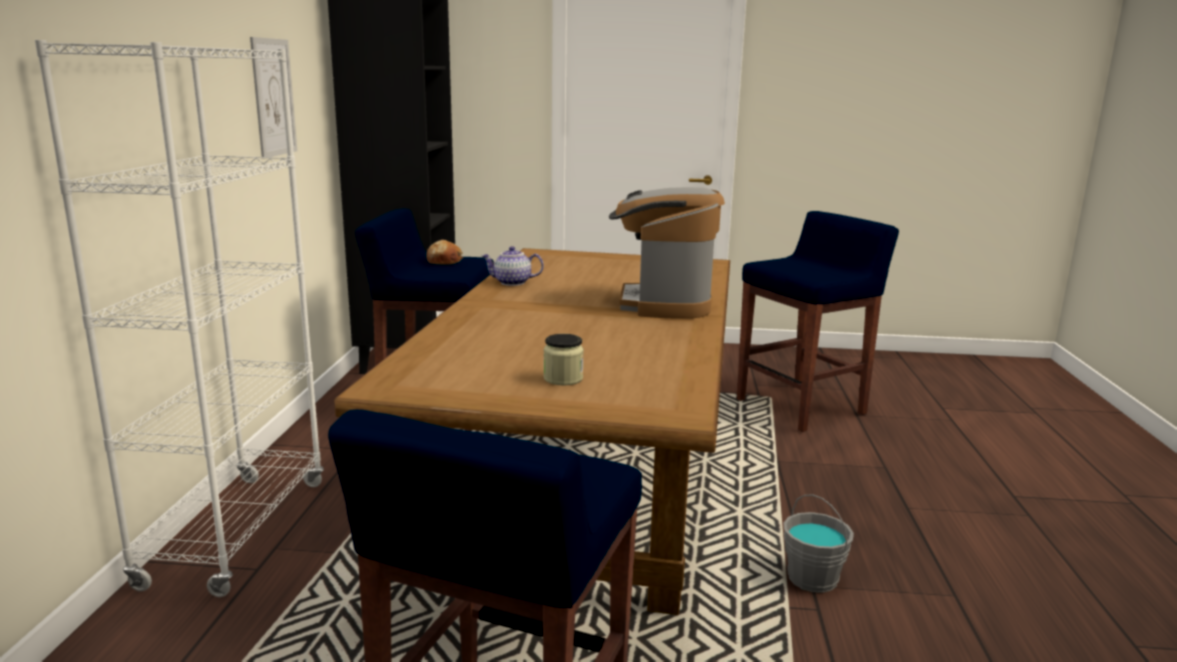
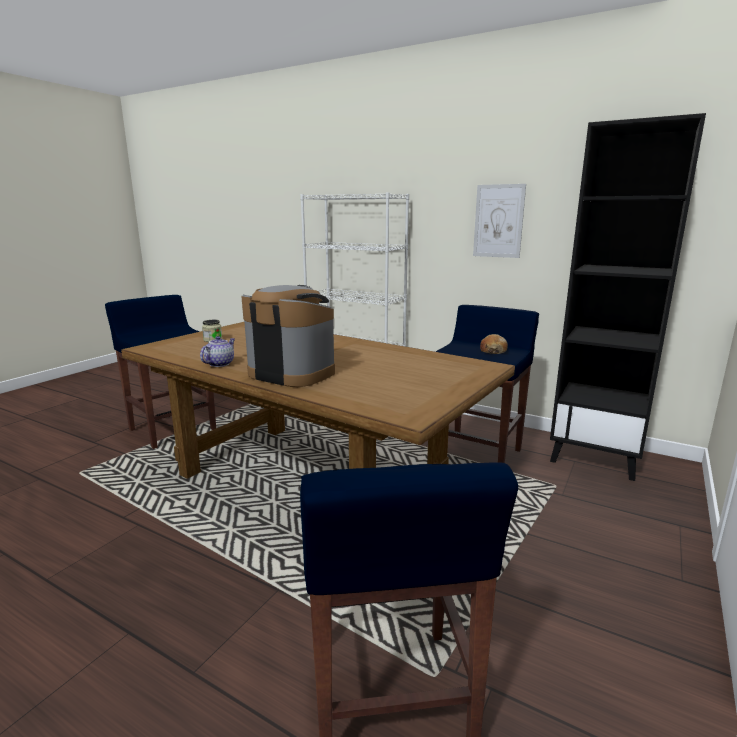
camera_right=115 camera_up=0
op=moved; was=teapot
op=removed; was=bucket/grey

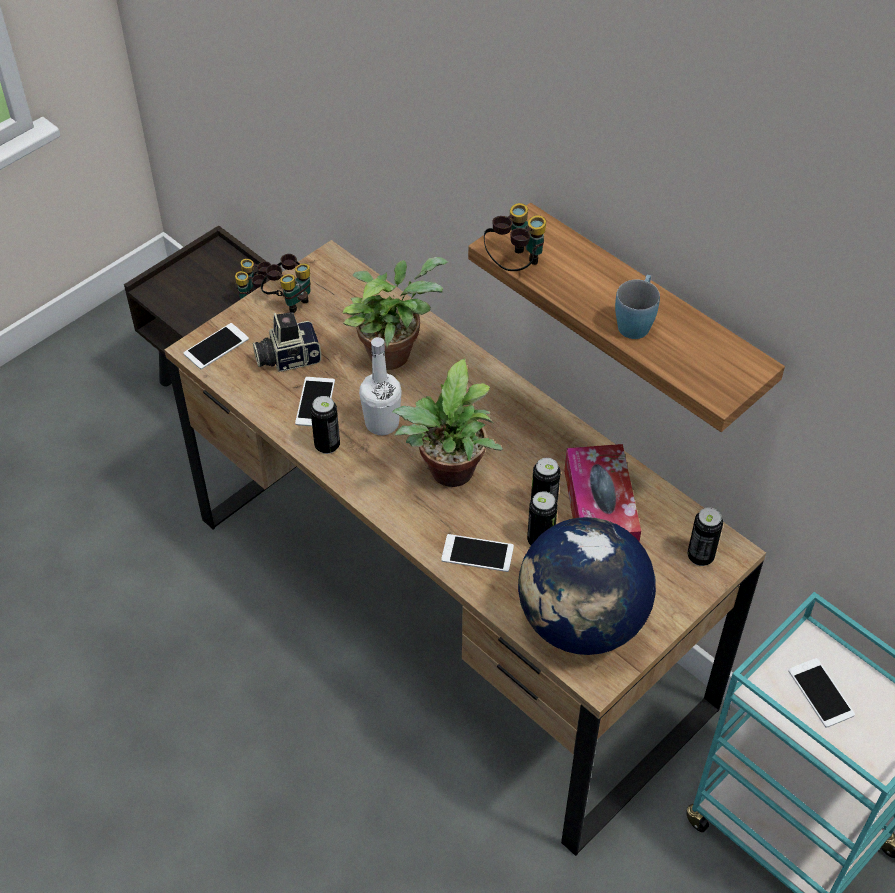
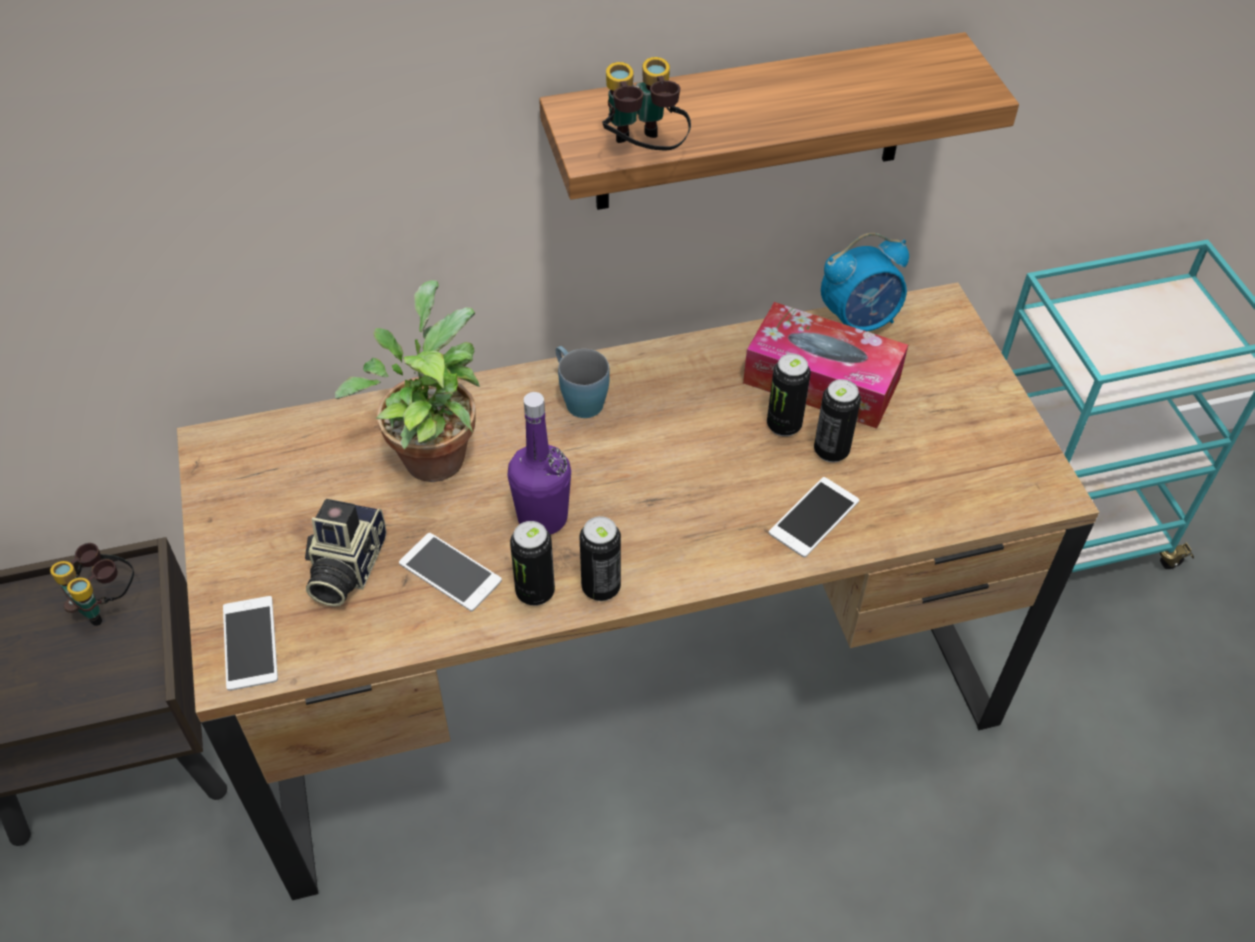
camera_right=-60 camera_up=0
op=recoloured; was=bottle/white; now=bottle/purple
op=moved; was=mug/blue
op=moved; was=can (4th from left in the first image); now=can (2nd from left)
op=added; now=alarm clock
op=removed; was=binoculars (2nd from left)
op=removed; was=potted plant (2nd from left)
op=removed; was=globe
op=removed; was=phone (4th from left)

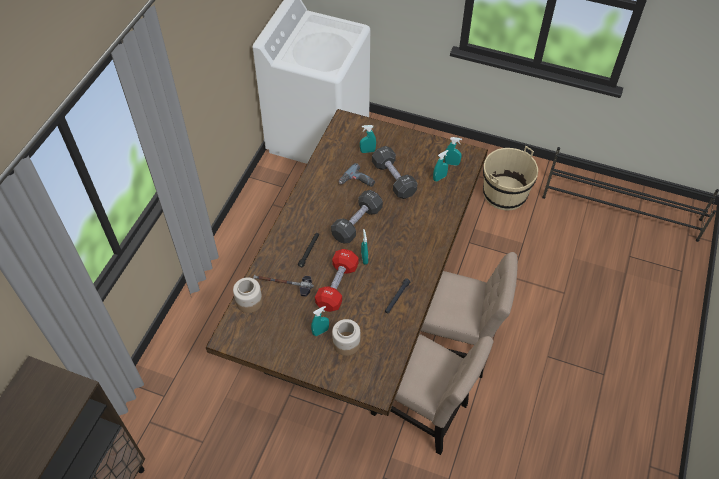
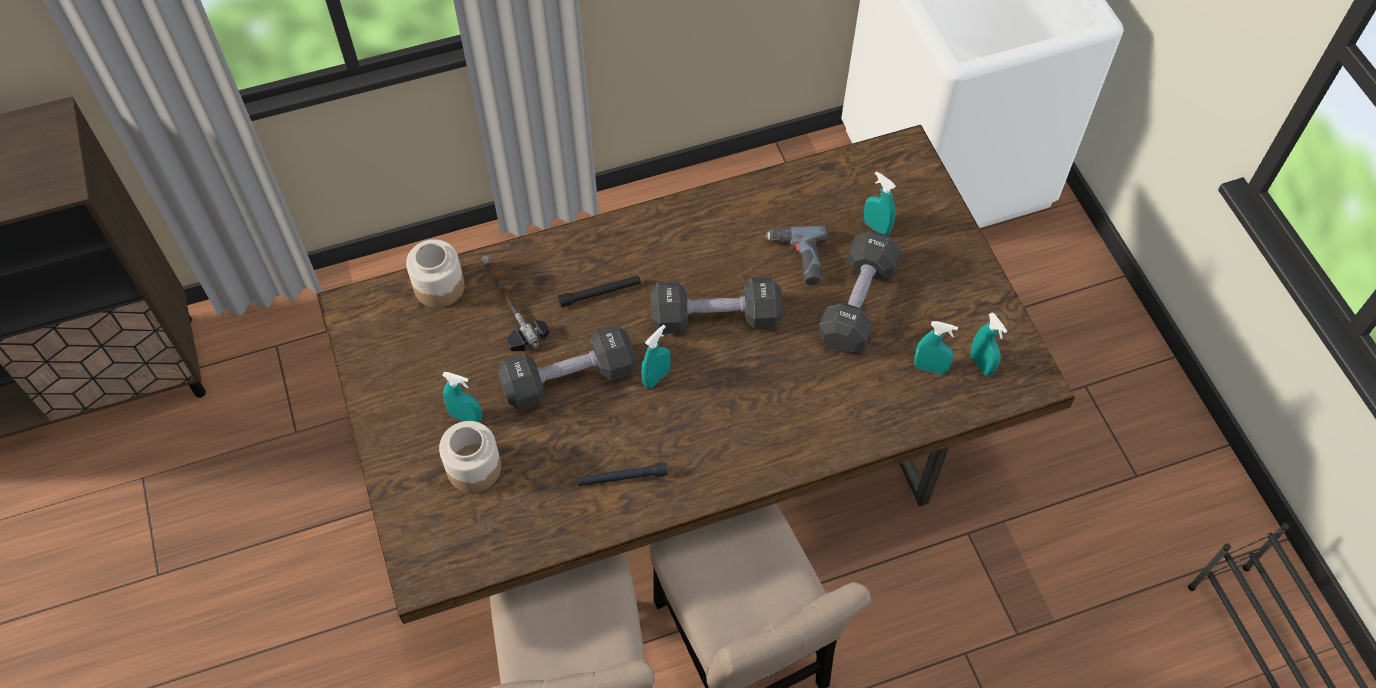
camera_right=50 camera_up=5
op=recoloured; was=dumbbell/red; now=dumbbell/black (1st from left)
op=removed; was=bucket/beige

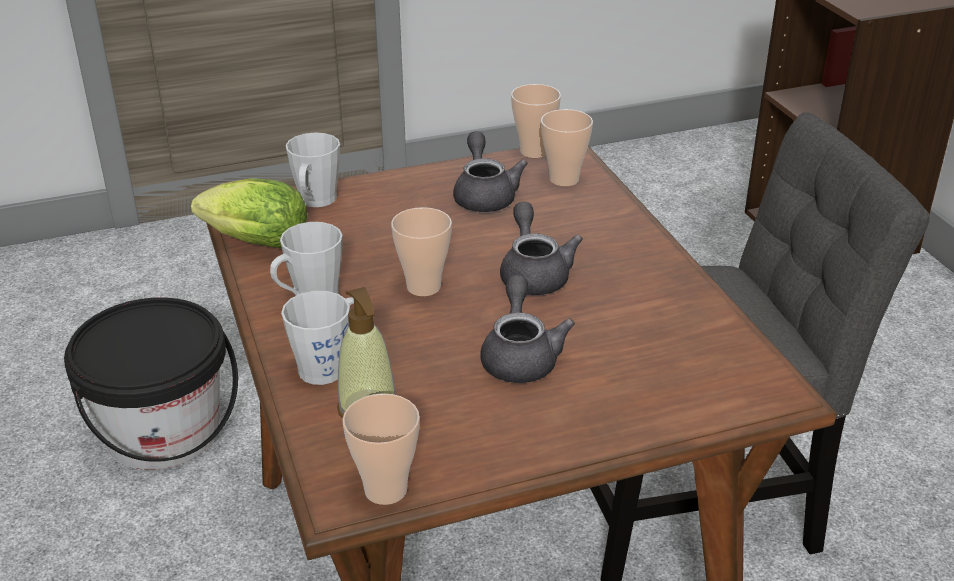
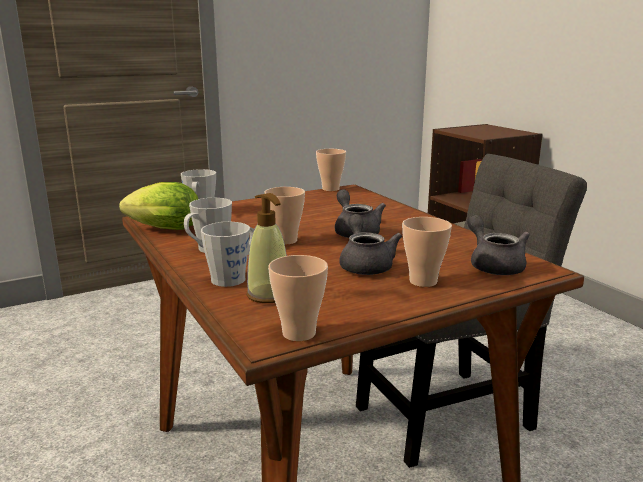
camera_right=-10 camera_up=-15
op=moved; was=cup (4th from left)
op=moved; was=teapot/grey (1st from left in the first image); now=teapot/grey (3rd from left)
op=removed; was=bucket/black

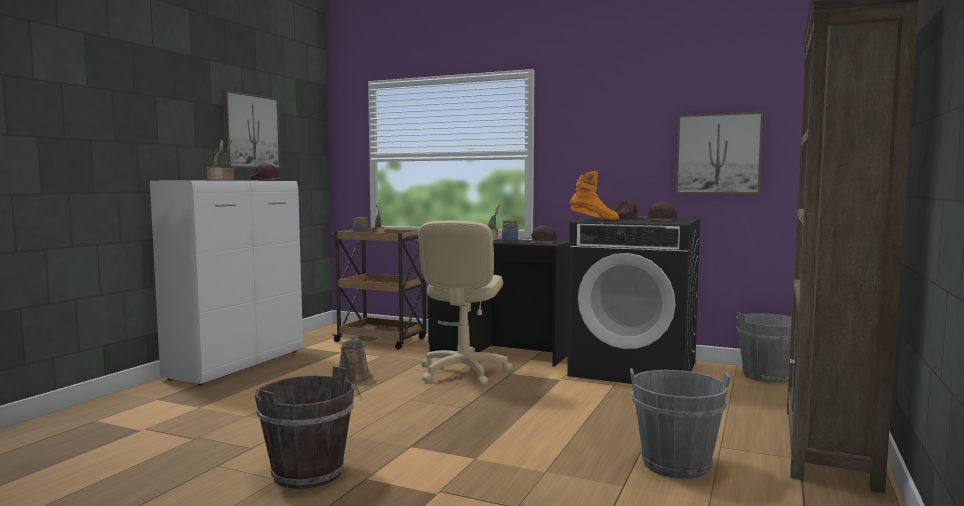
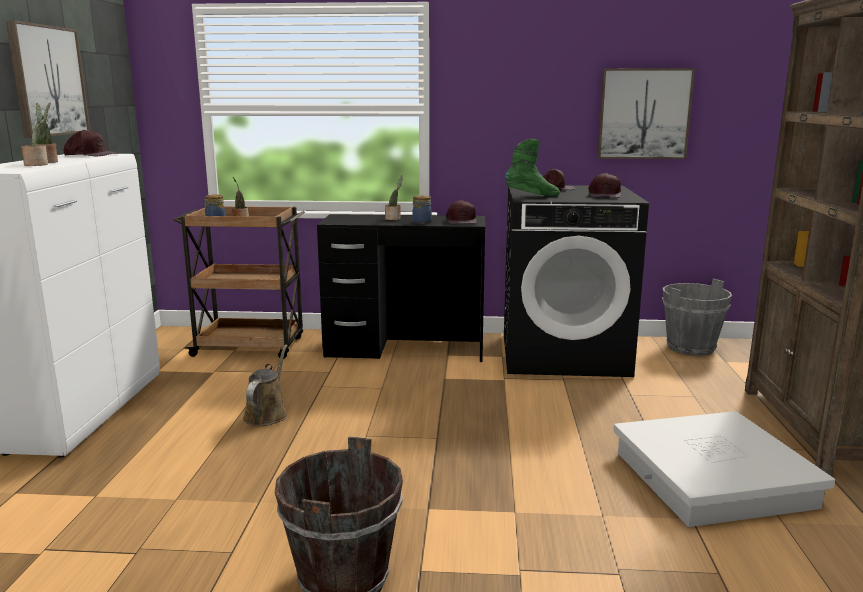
camera_right=-20 camera_up=10
op=turned; was=watering can/brown; clockwise=-150
op=recoloured; was=boot/orange; now=boot/green
op=replaced; was=bucket/grey (1st from left); now=storage box/white
op=removed; was=office chair/beige

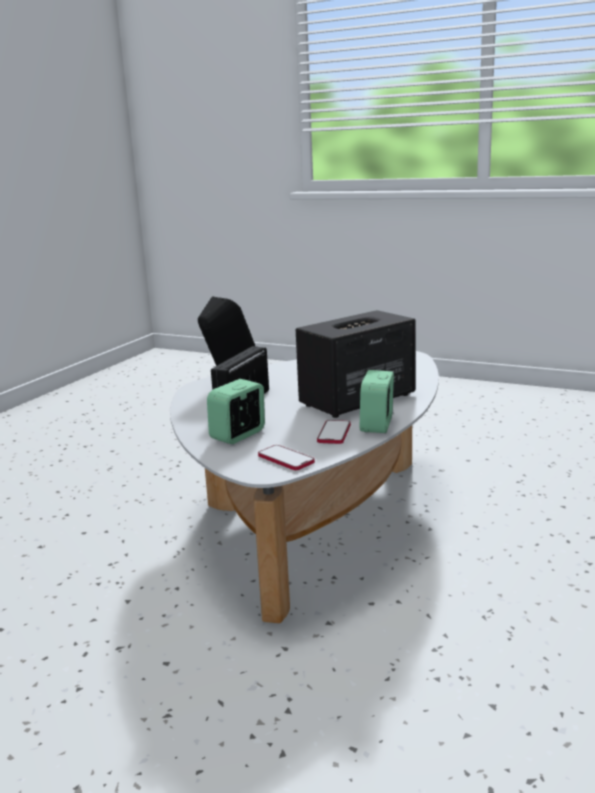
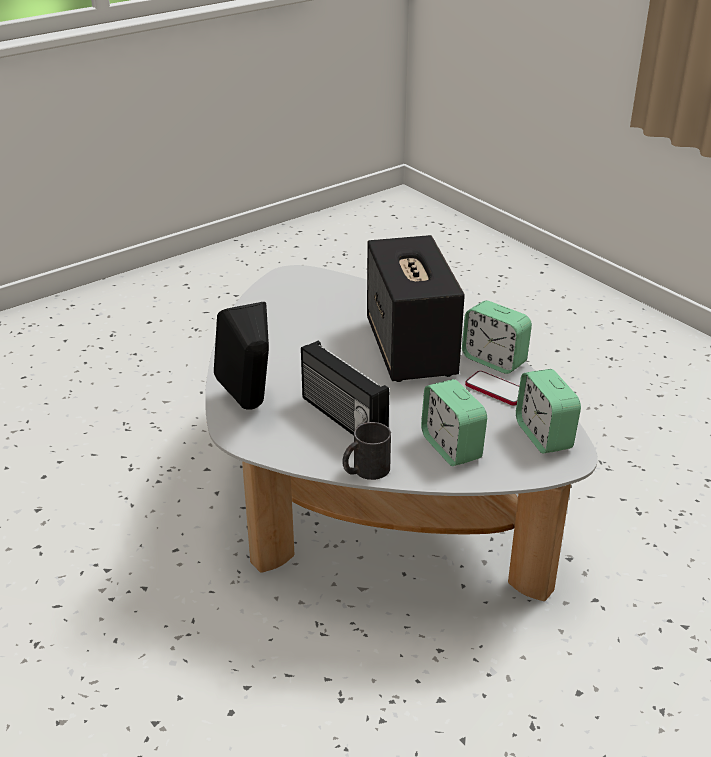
camera_right=-65 camera_up=15
op=added; now=mug/black
op=replaced; was=phone (1st from left); now=alarm clock (3rd from left)

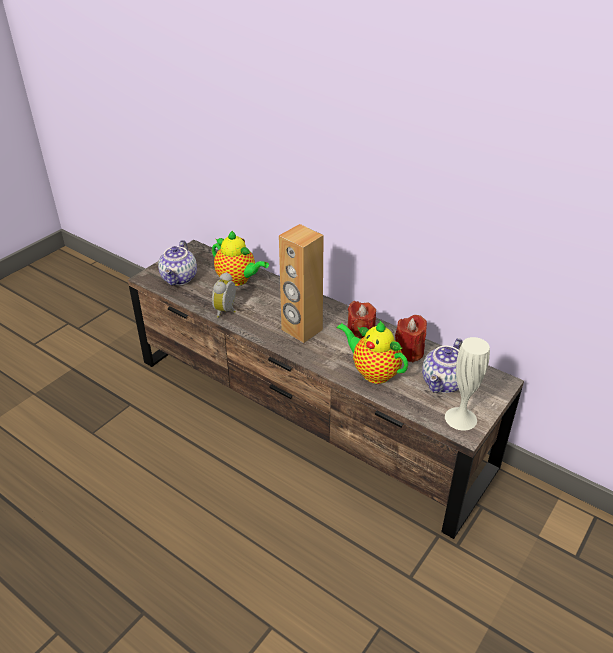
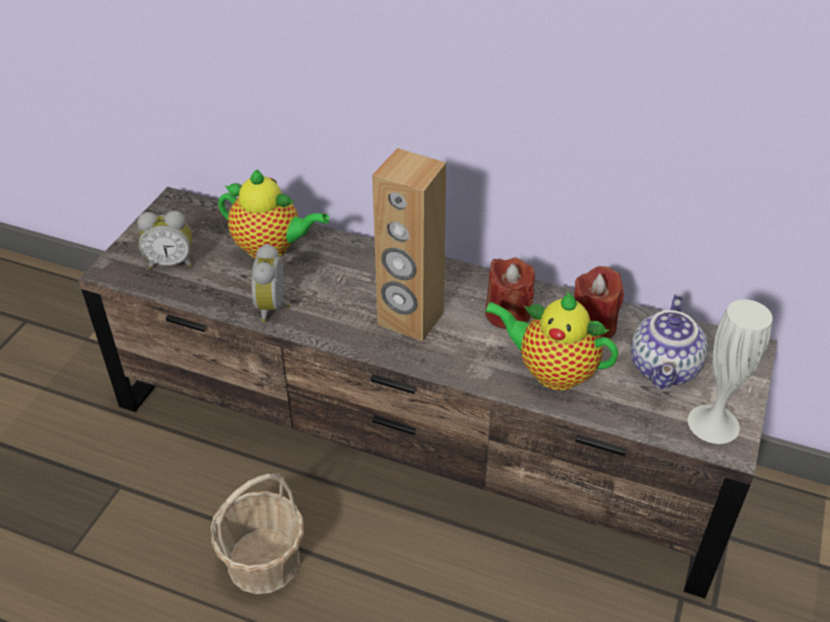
camera_right=-15 camera_up=5
op=replaced; was=teapot (1st from left); now=alarm clock (1st from left)
op=added; now=basket

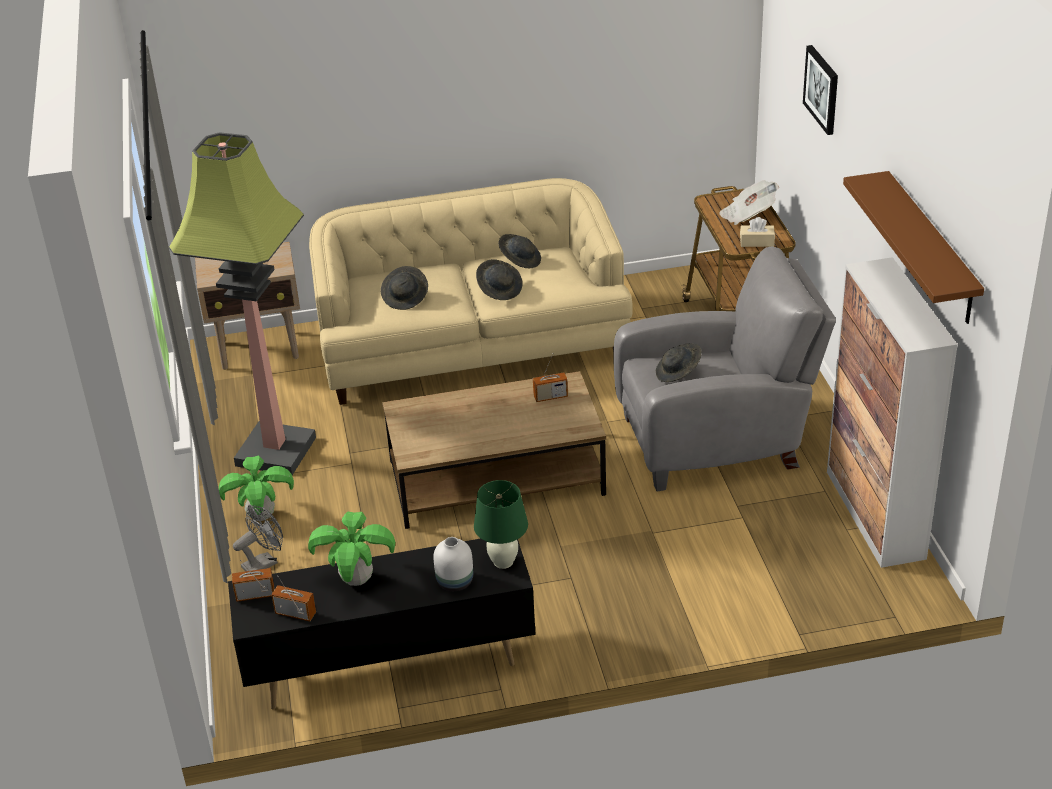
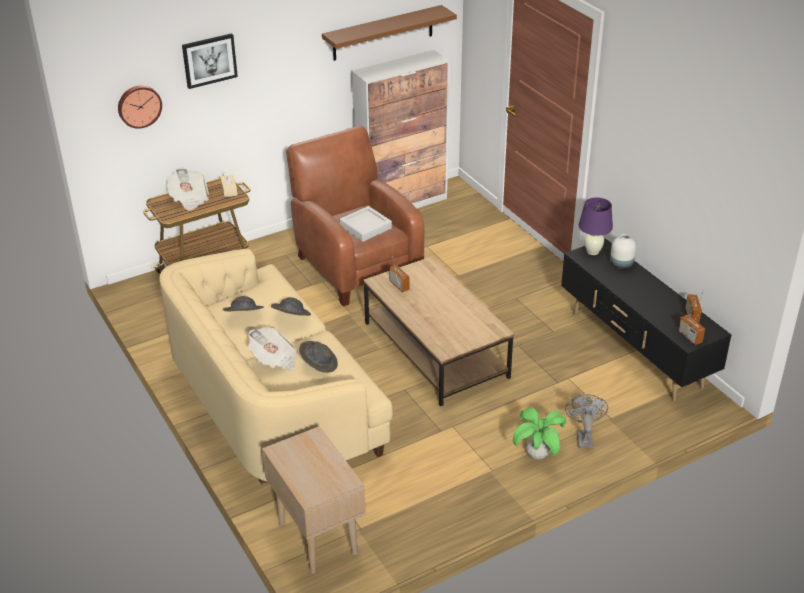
camera_right=-110 camera_up=0
op=added; now=wall clock
op=added; now=newspaper (2nd from left)
op=recoloured; was=armchair/grey; now=armchair/brown
op=replaced; was=hat/grey (4th from left); now=tray/grey
op=turned; was=fan/grey; clockwise=60
op=recoloured; was=table lamp/green; now=table lamp/purple
op=removed; was=floor lamp
op=removed; was=potted plant (2nd from left)

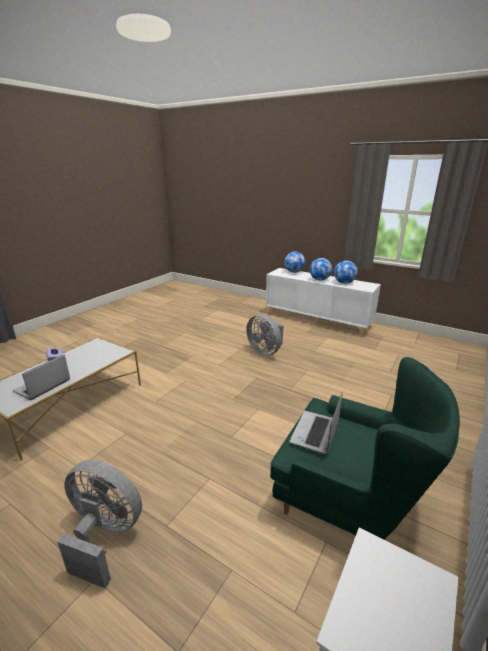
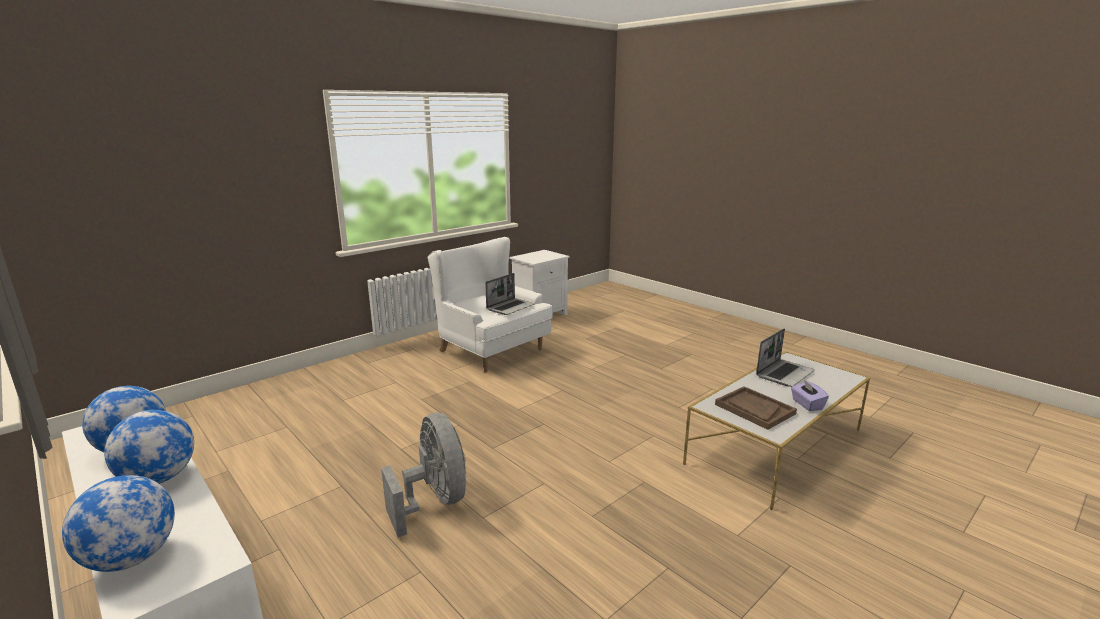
camera_right=-165 camera_up=-5
op=recoloured; was=armchair/green; now=armchair/white
op=added; now=tray/brown
op=removed; was=fan/grey (1st from left)

